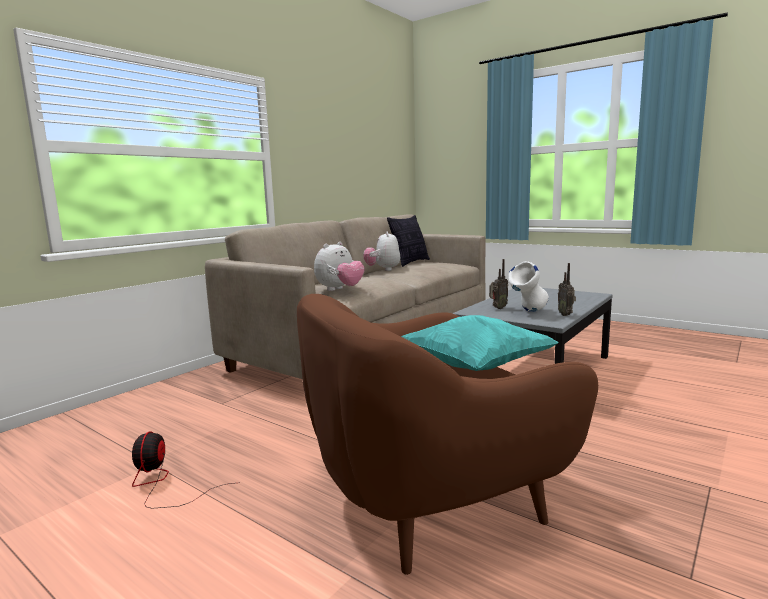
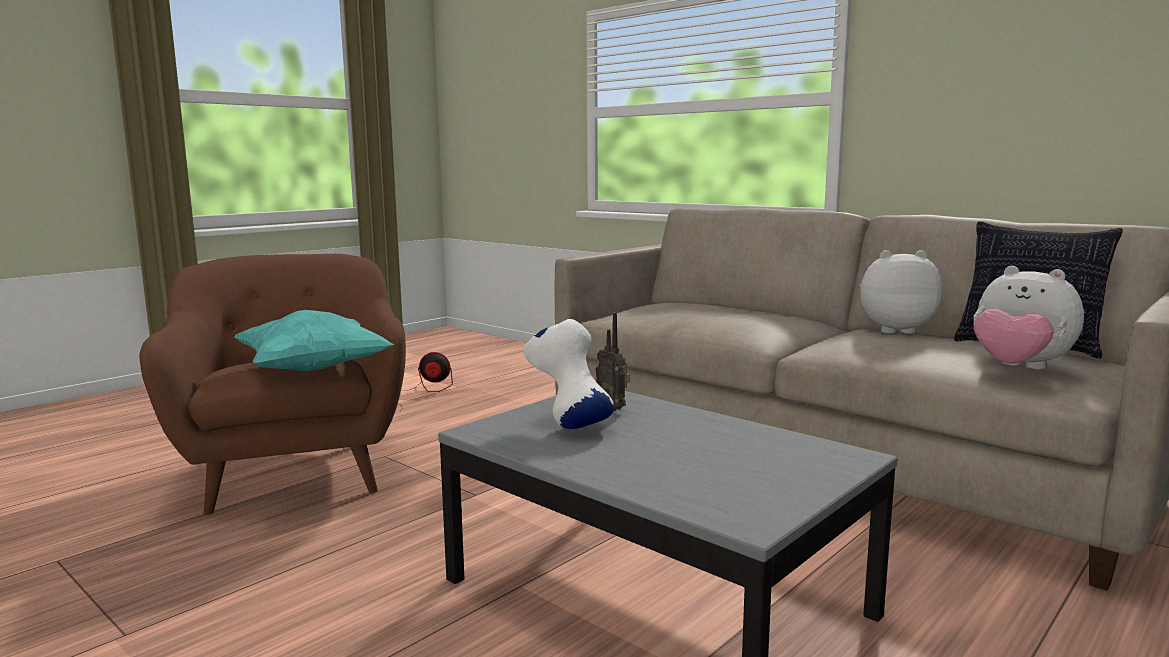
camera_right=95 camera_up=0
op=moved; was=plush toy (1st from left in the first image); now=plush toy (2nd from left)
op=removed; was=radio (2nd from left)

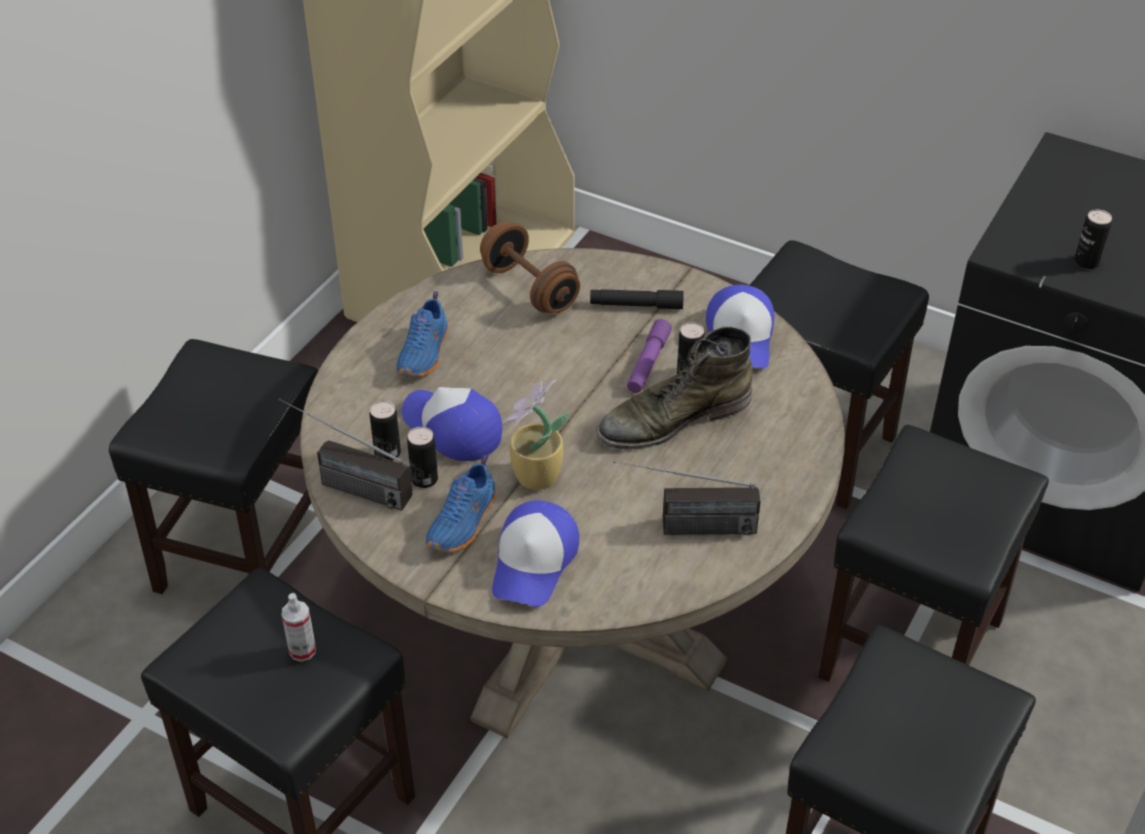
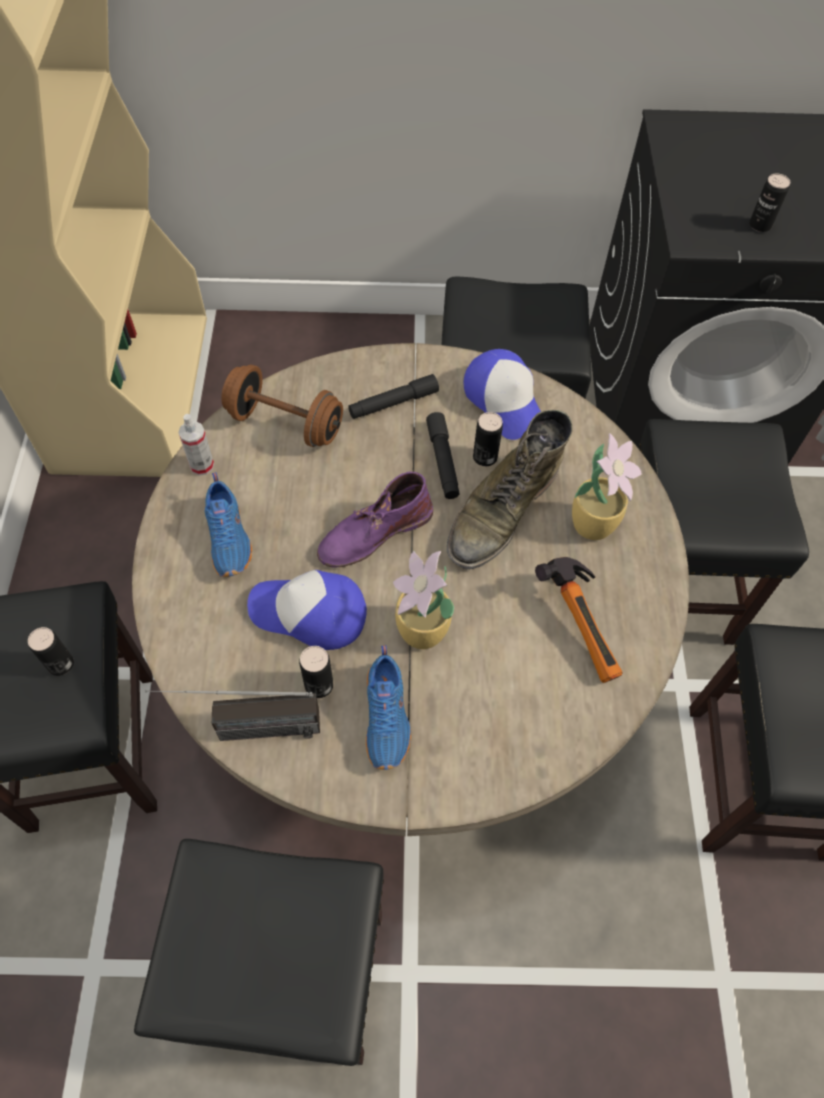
camera_right=-30 camera_up=15
op=moved; was=can (1st from left)
op=moved; was=spray bottle
op=added; now=boot/purple
op=recoloured; was=flashlight/purple; now=flashlight/black (2nd from left)
op=replaced; was=radio (2nd from left); now=hammer
op=added; now=potted plant (2nd from left)
op=removed; was=cap (2nd from left)

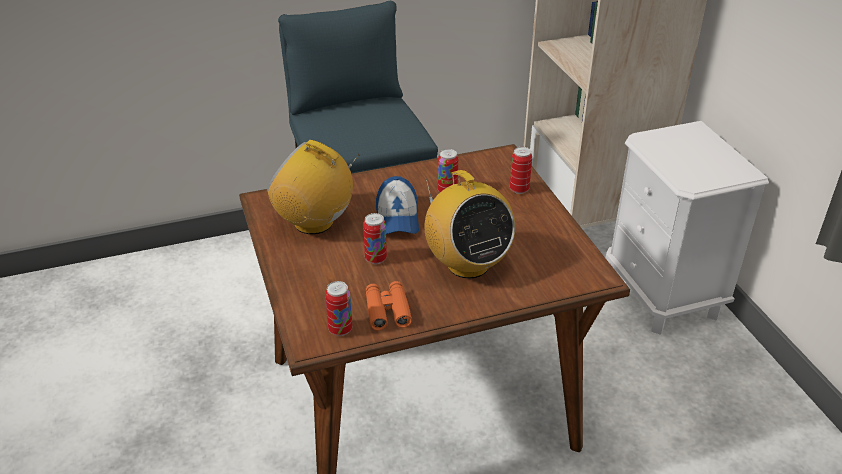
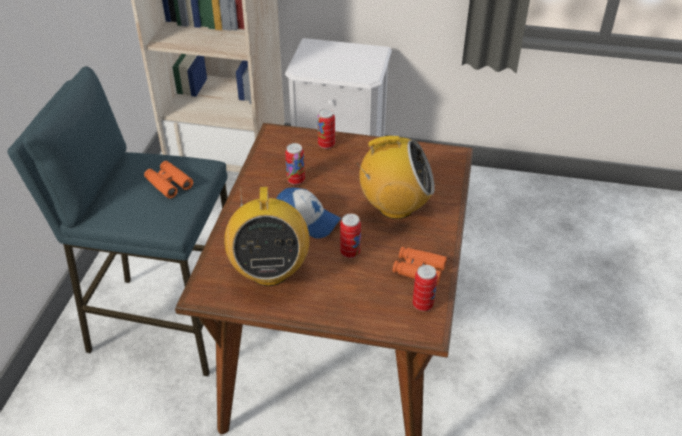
camera_right=-60 camera_up=5
op=added; now=binoculars/orange (1st from left)
op=turned; was=radio (1st from left); clockwise=-60

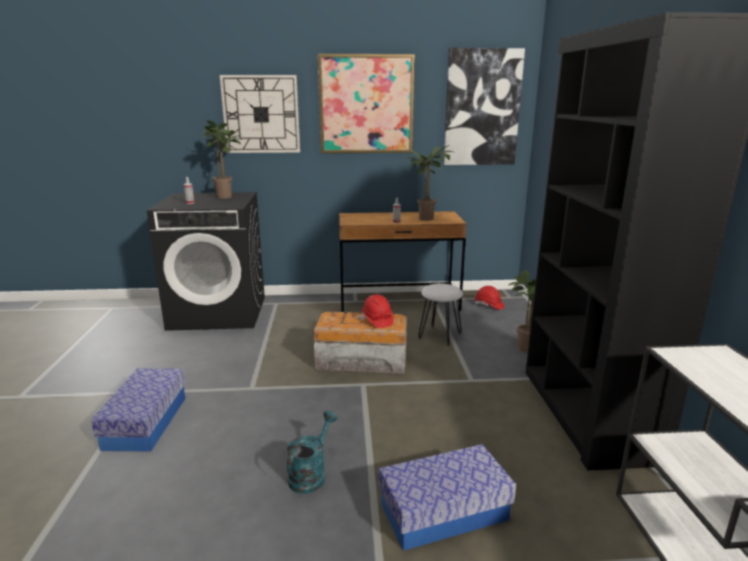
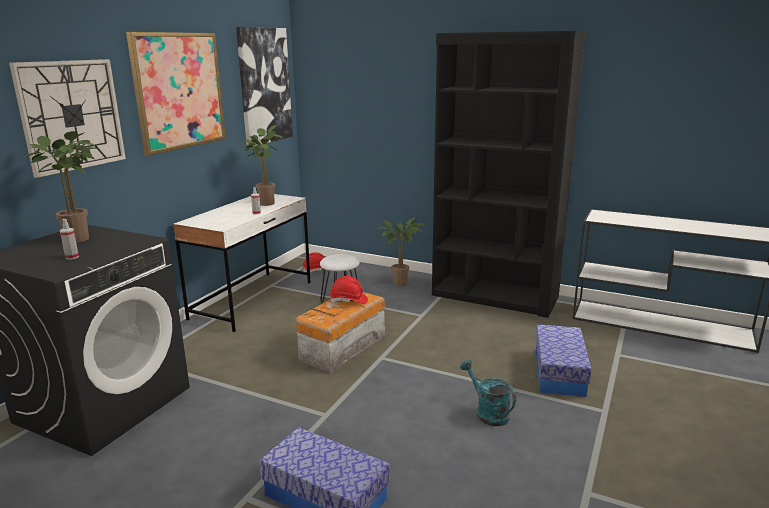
camera_right=-60 camera_up=0
op=recoloured; was=desk/brown; now=desk/white

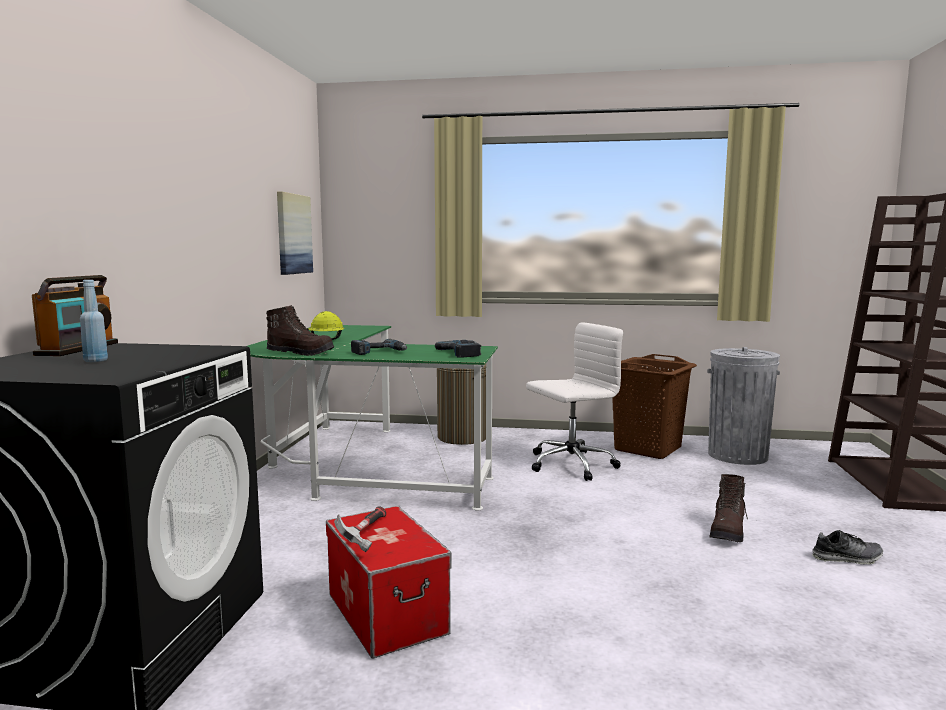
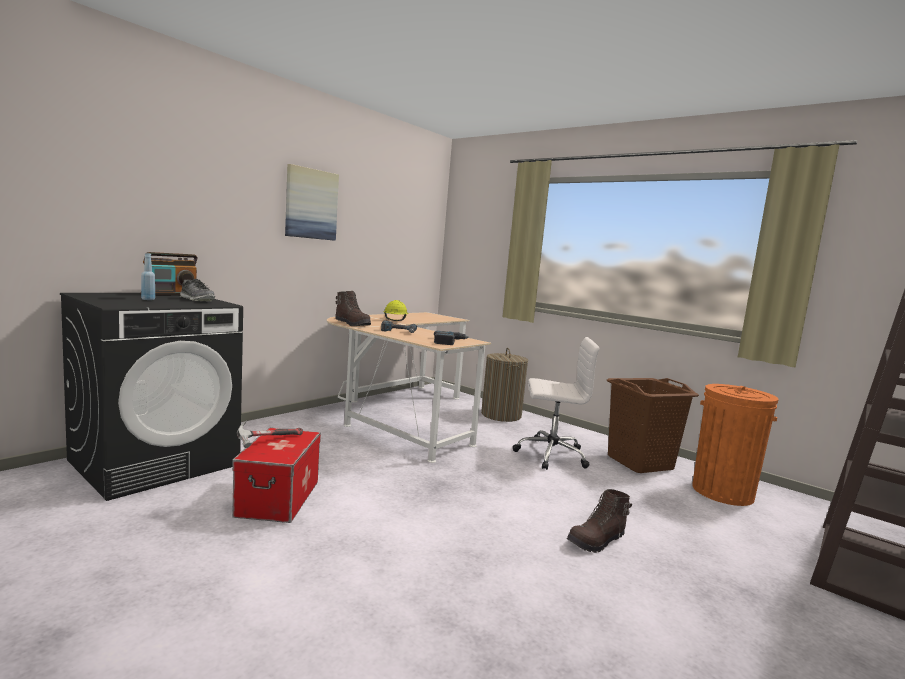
camera_right=30 camera_up=0
op=moved; was=shoe
op=moved; was=picture
op=recoloured; was=desk/green; now=desk/beige
op=recoloured; was=trash can/grey; now=trash can/orange

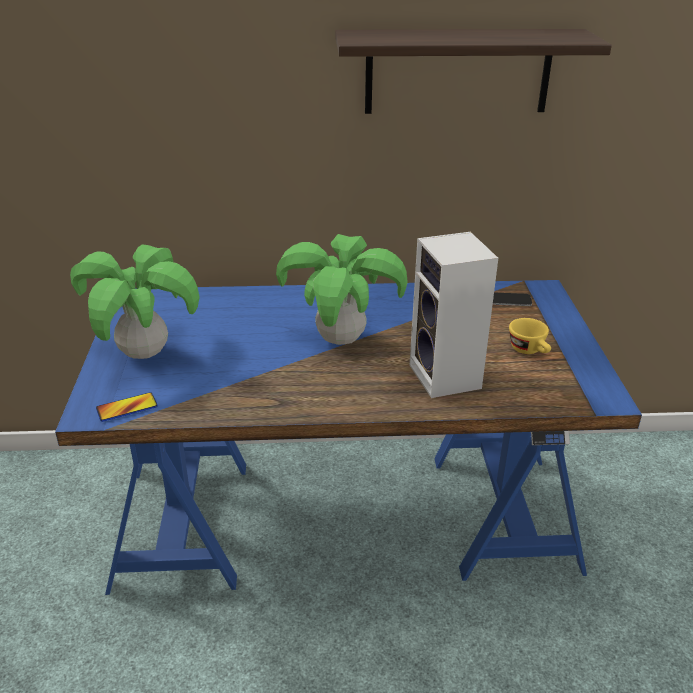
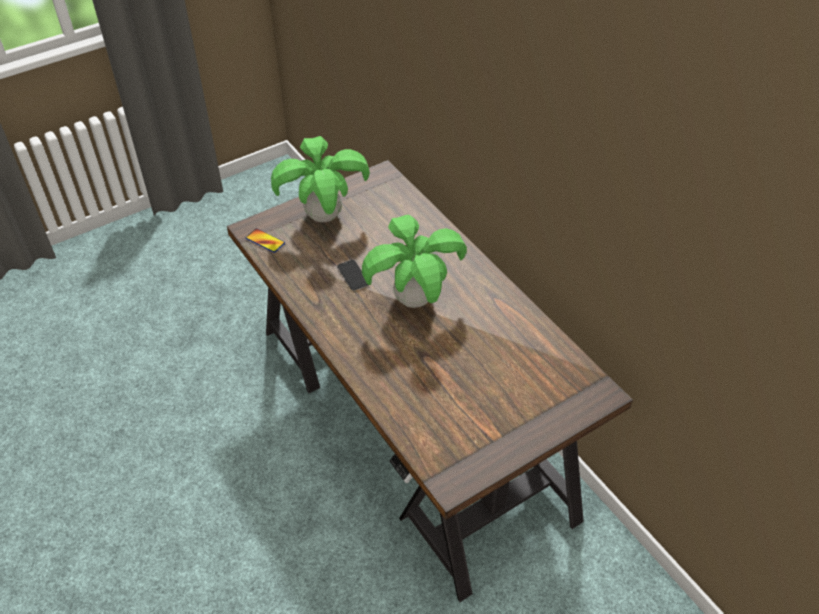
camera_right=60 camera_up=15
op=recoloured; was=desk/blue; now=desk/brown
op=moved; was=phone (2nd from left)
op=removed; was=shelf
op=removed; was=speaker
op=removed; was=cup/yellow

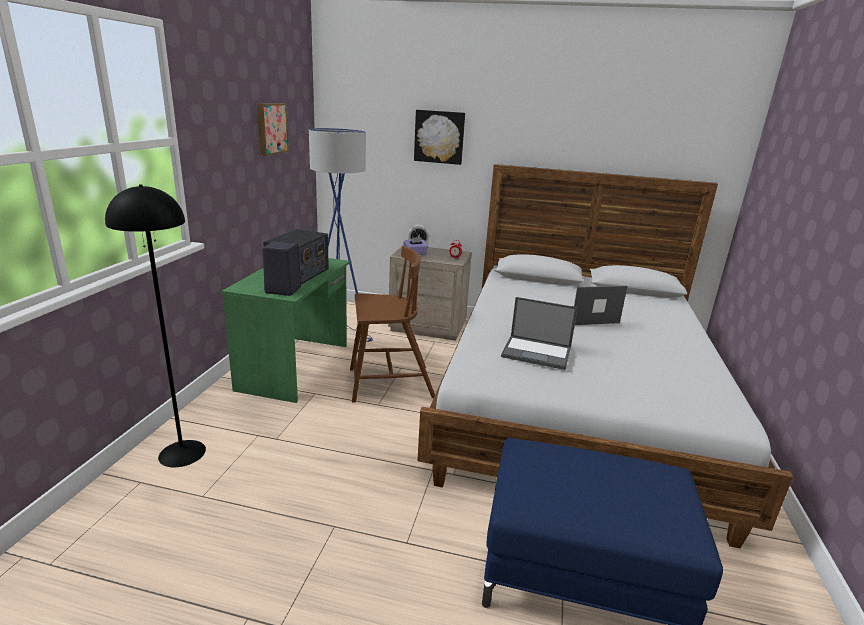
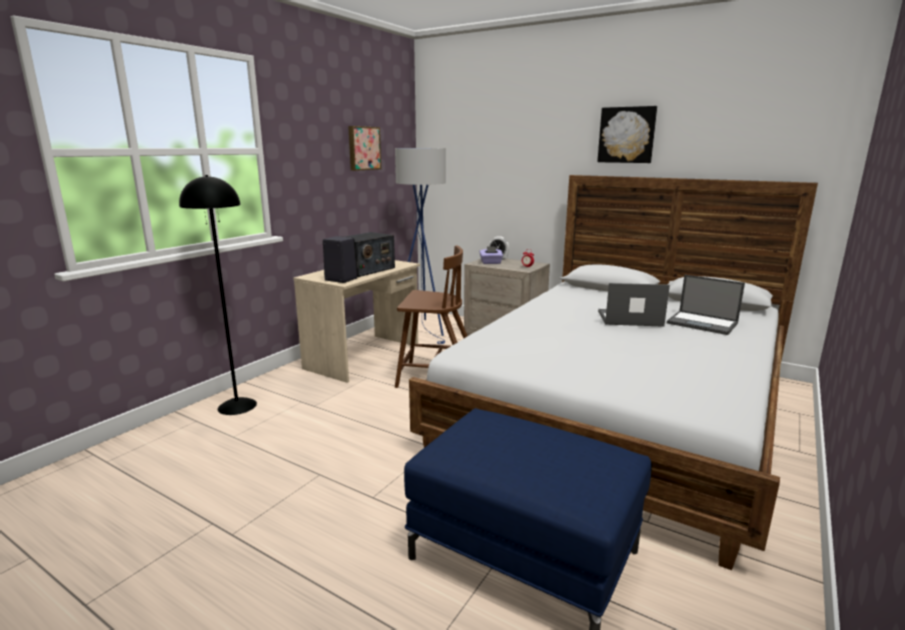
camera_right=20 camera_up=-5
op=recoloured; was=desk/green; now=desk/beige
op=moved; was=picture (2nd from left)
op=moved; was=laptop (1st from left in the first image); now=laptop (2nd from left)

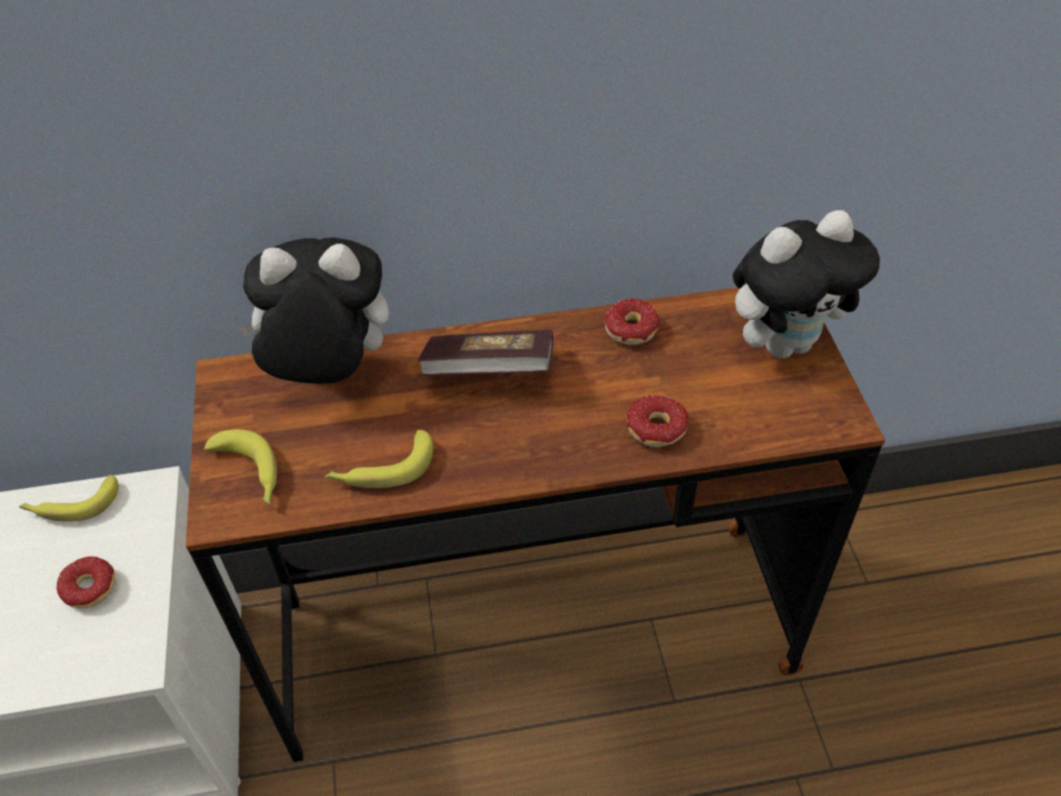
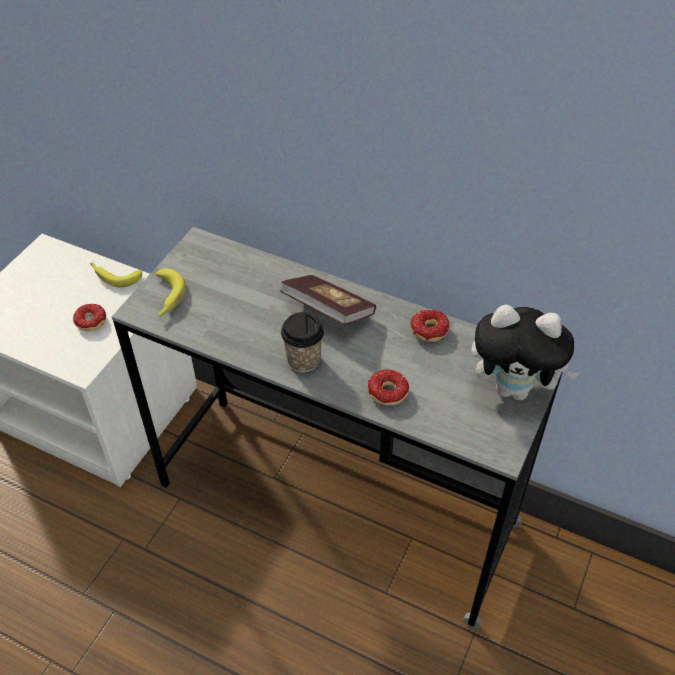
camera_right=35 camera_up=0
op=recoloured; was=desk/brown; now=desk/grey
op=added; now=cup
op=removed; was=plush toy (1st from left)
op=removed; was=banana (3rd from left)

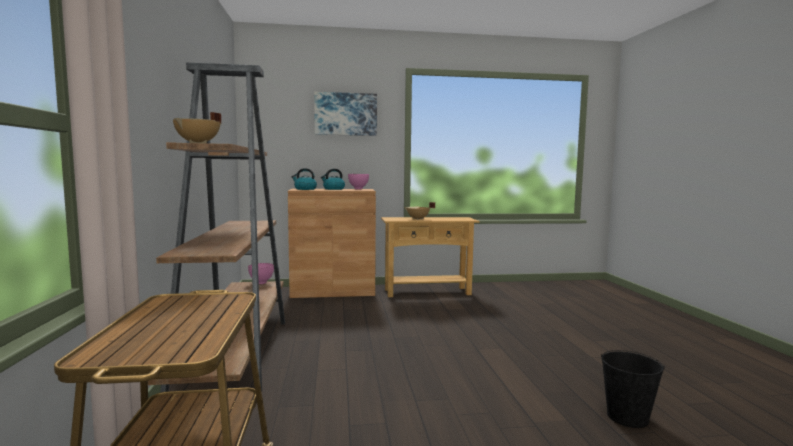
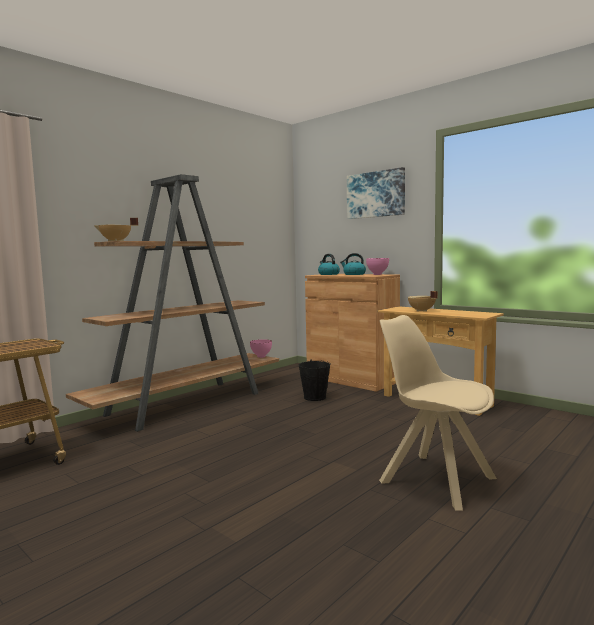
camera_right=50 camera_up=0
op=moved; was=bucket/black
op=added; now=chair/beige

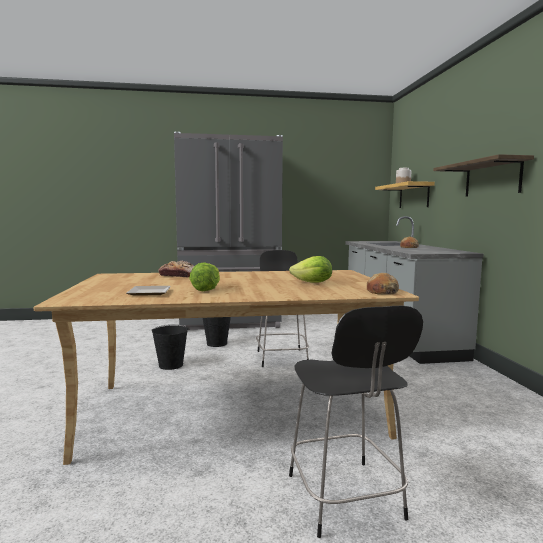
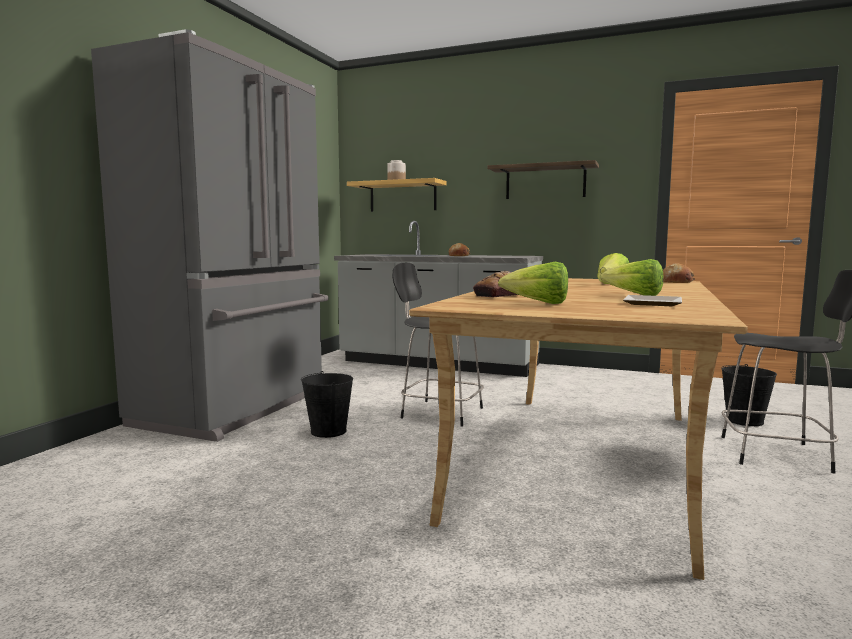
camera_right=-60 camera_up=0
op=added; now=lettuce (1st from left)
op=moved; was=bucket/black (1st from left in the first image); now=bucket/black (2nd from left)

